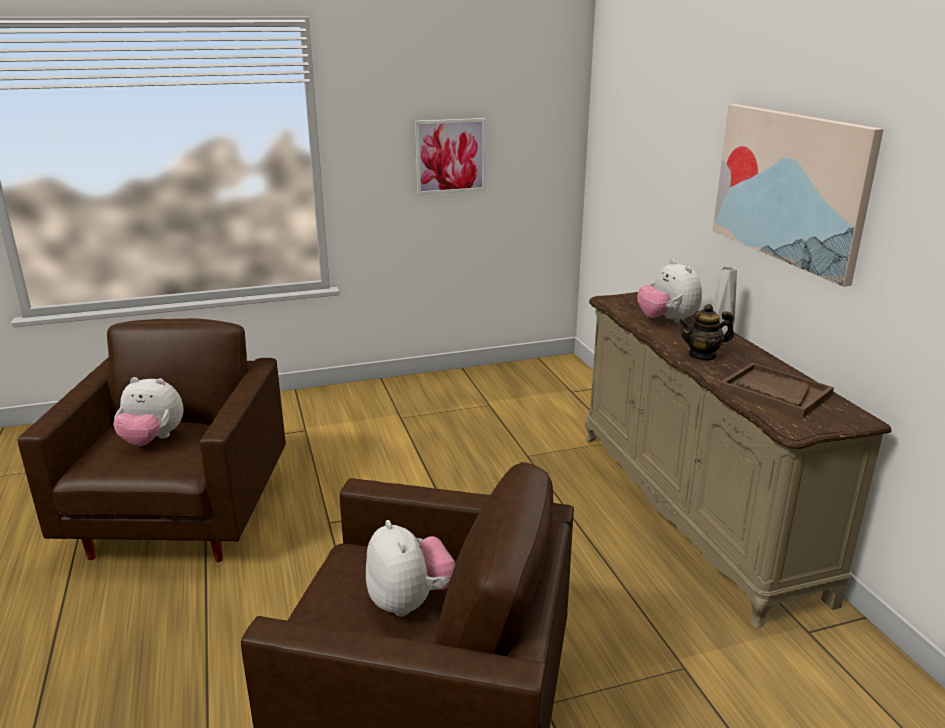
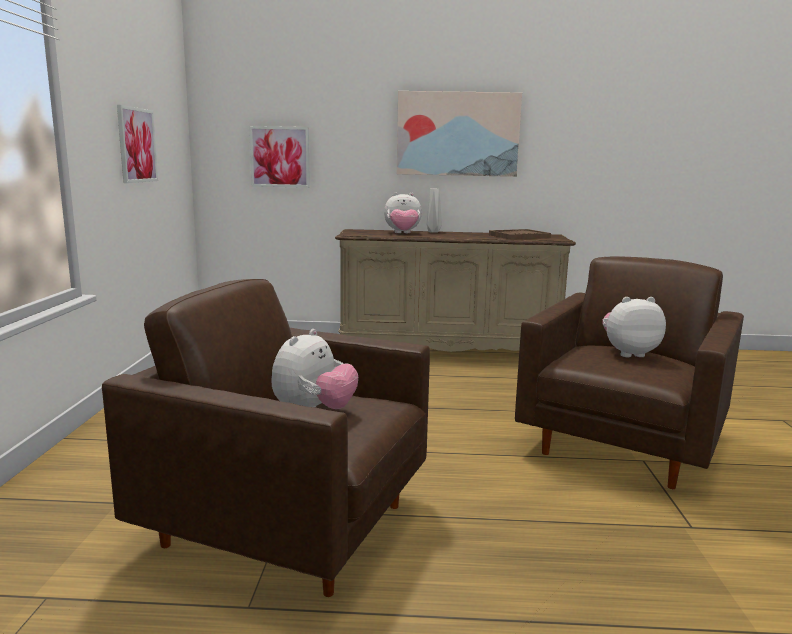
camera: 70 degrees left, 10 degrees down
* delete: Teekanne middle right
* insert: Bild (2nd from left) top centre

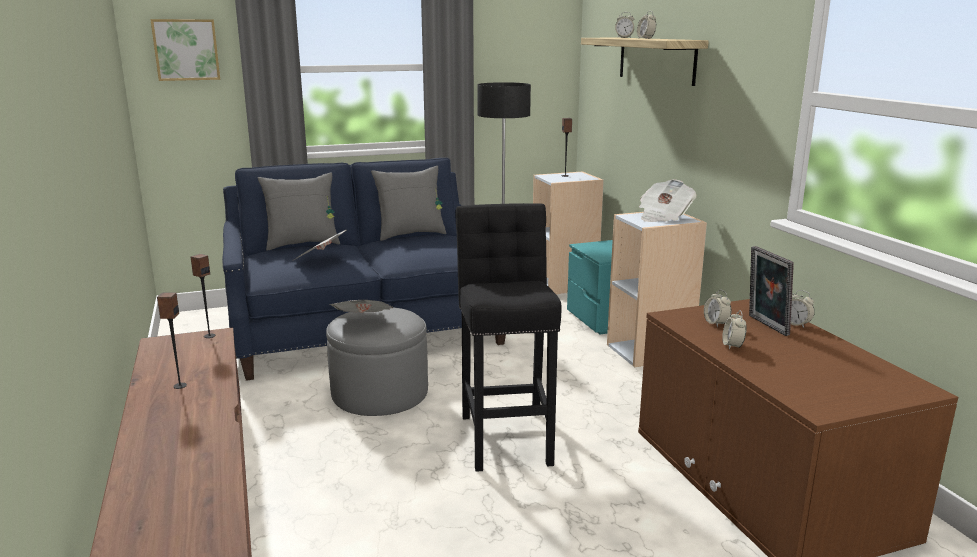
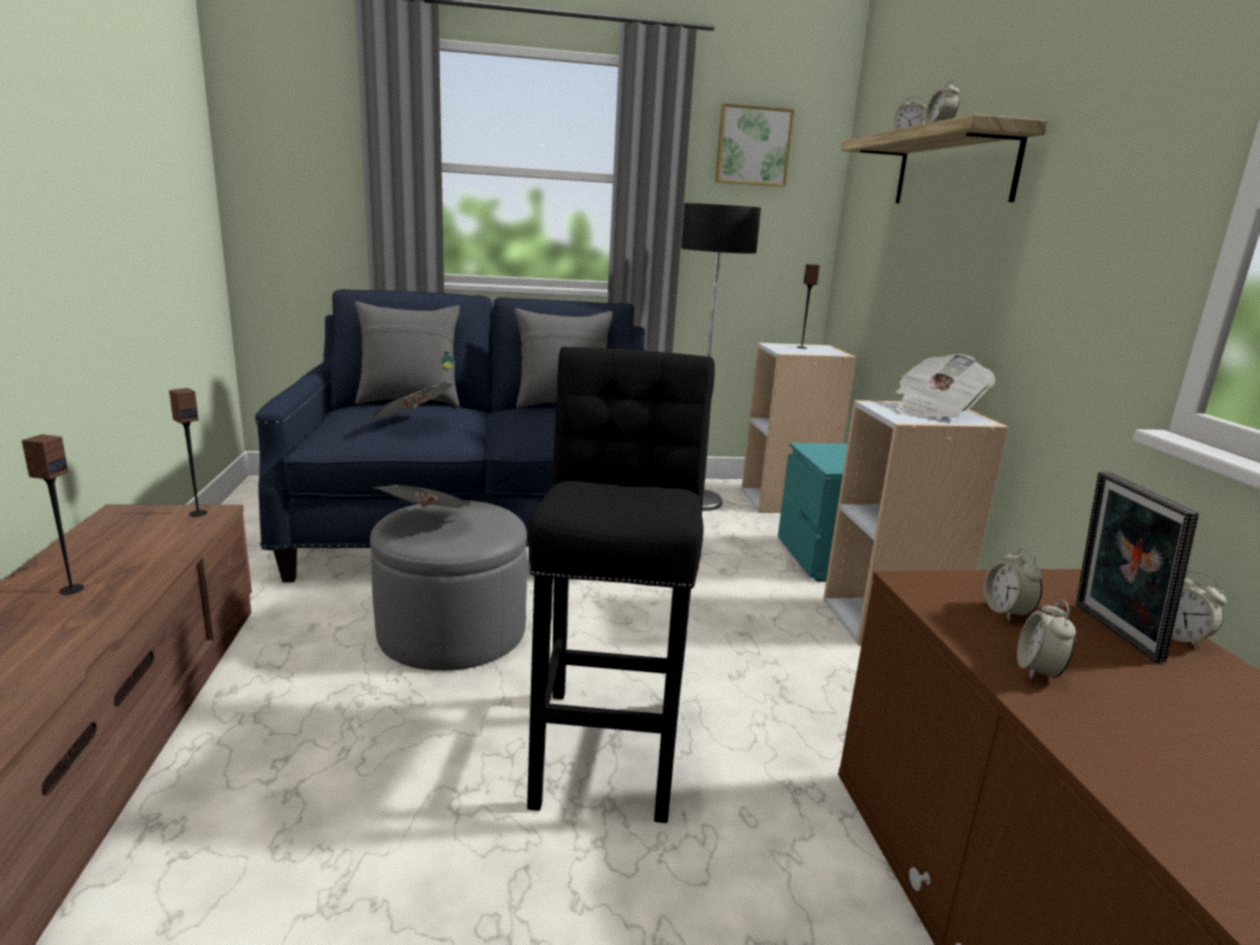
camera: 10 degrees right, 0 degrees up
* move: Bild top left to top centre

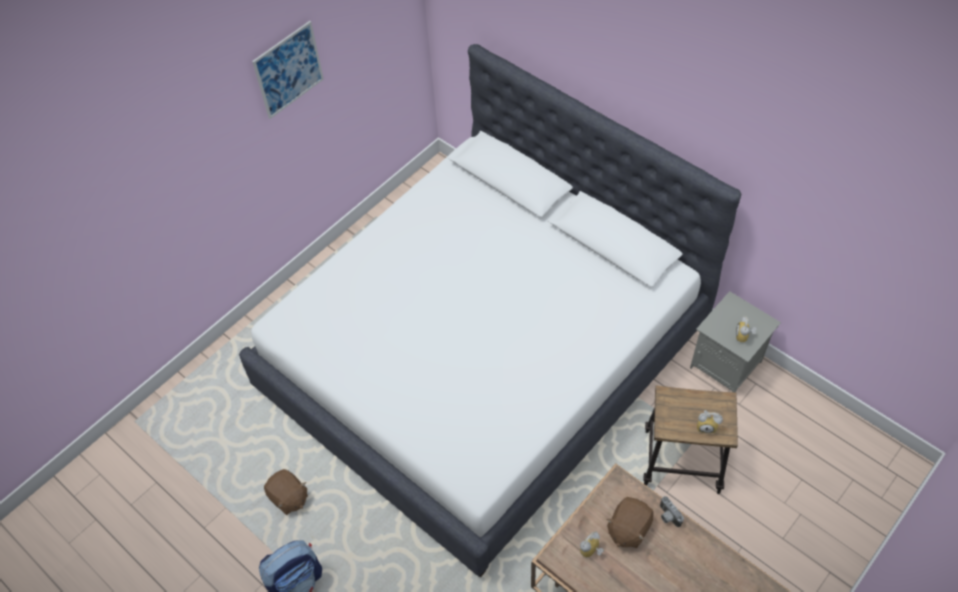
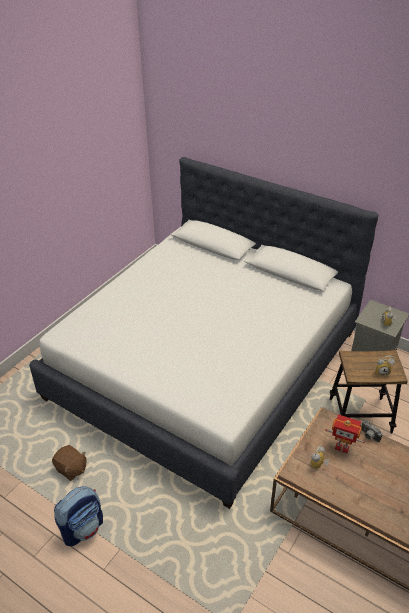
camera: 10 degrees left, 15 degrees down
* delete: Bild top left
* replace: Plüschtier/braun (2nd from left) bottom centre to Spielzeugroboter bottom right

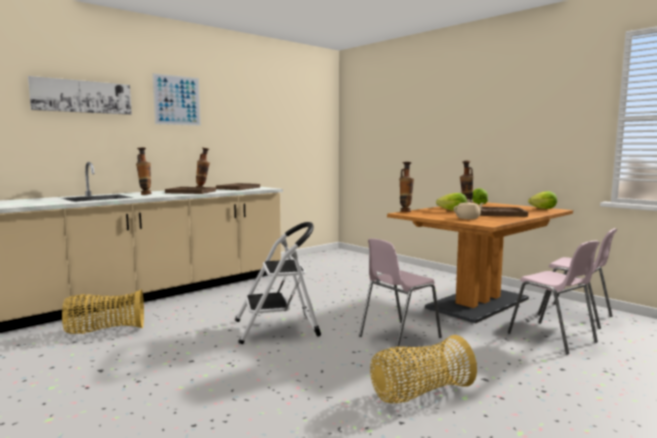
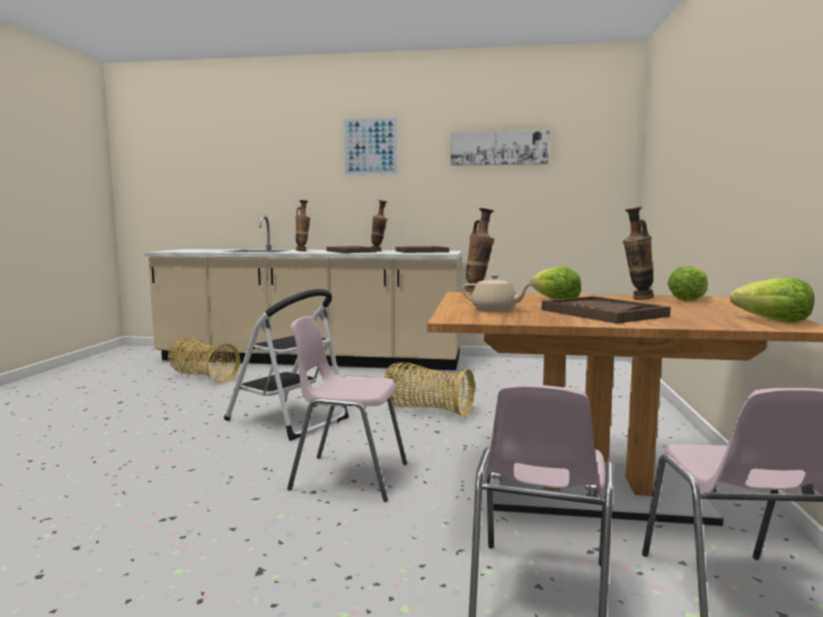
camera: 50 degrees right, 0 degrees up
* move: Bild (1st from left in the first image) top left to Bild (2nd from left) top centre
* move: Korb (2nd from left) bottom centre to centre

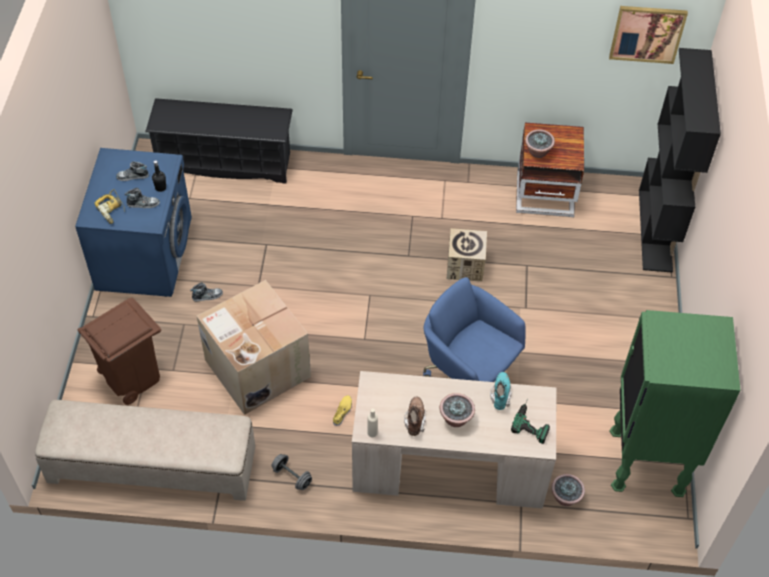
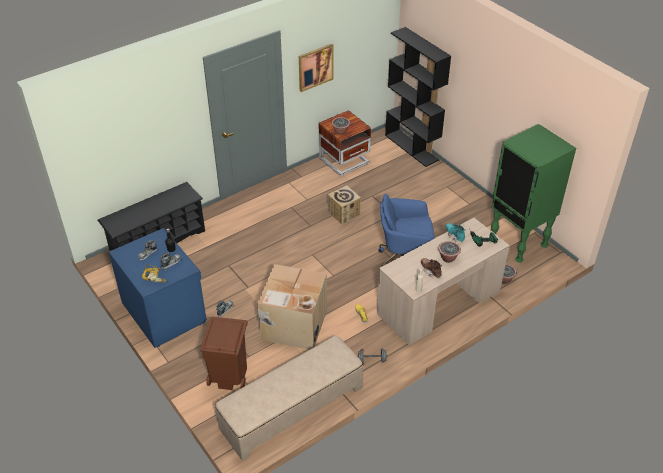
camera: 40 degrees left, 10 degrees down
* move: Bild top right to top centre

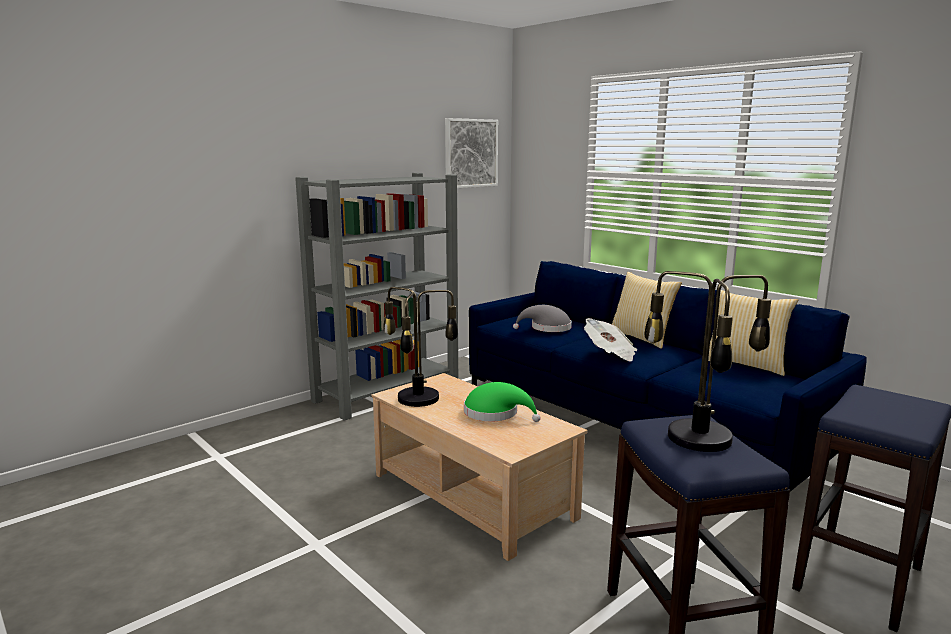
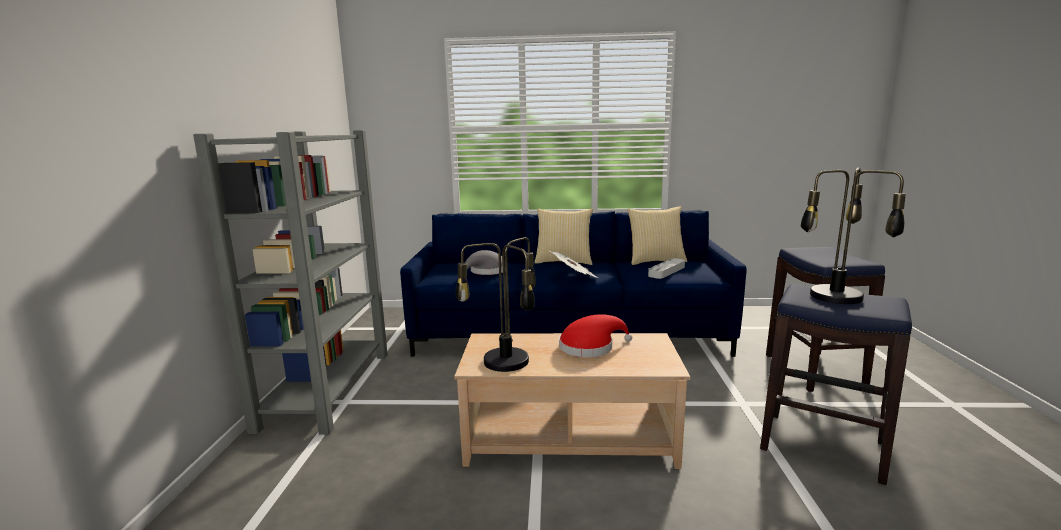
camera: 45 degrees left, 0 degrees up
* delete: Bild top centre
* insert: Tablett/grau centre
* recolor: Hut/grün centre to Hut/rot centre

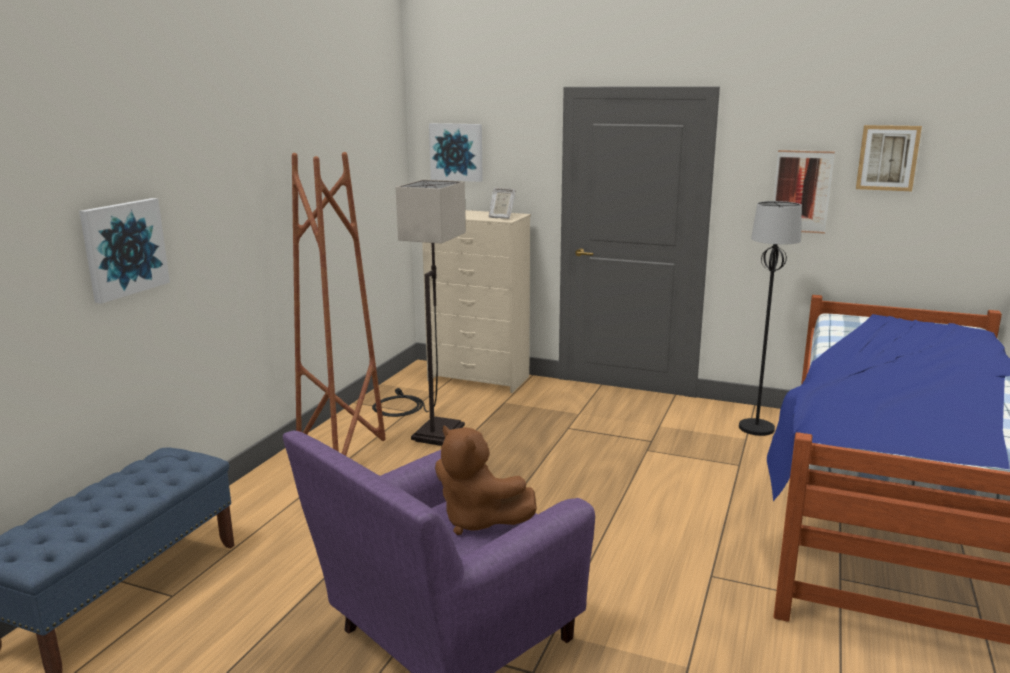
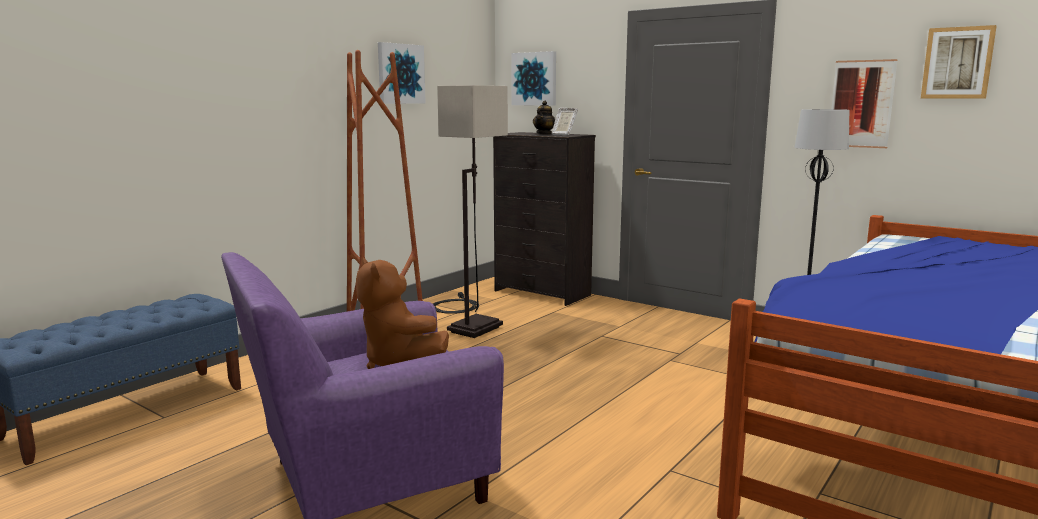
camera: 15 degrees right, 5 degrees down
* insert: Teekanne top centre
* move: Bild (1st from left) middle left to top centre
* recolor: Kommode/beige centre to Kommode/schwarz centre

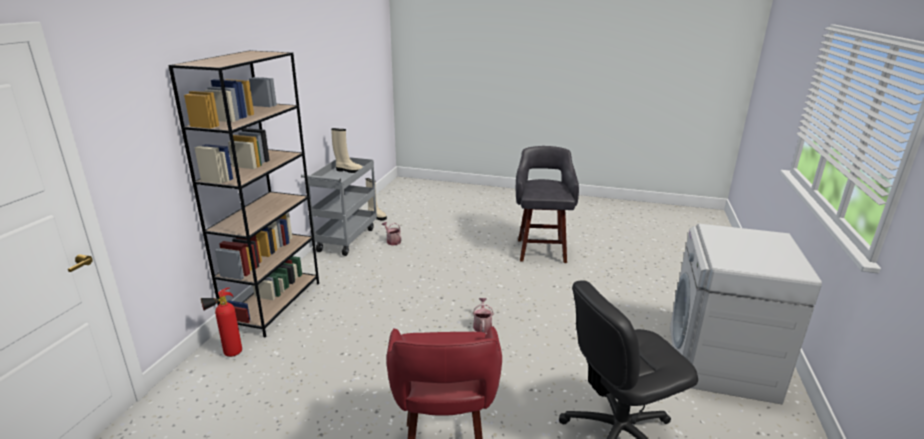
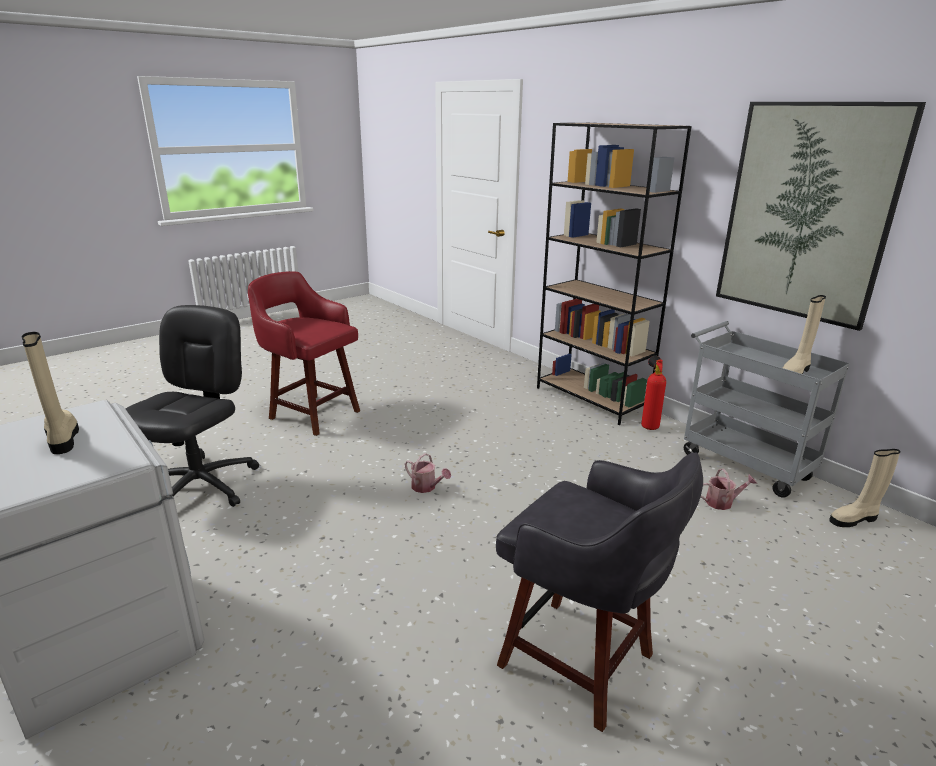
camera: 125 degrees right, 0 degrees up
* insert: Stiefel/beige (1st from left) middle left
* insert: Bild top right
* move: Feuerlöscher bottom left to middle right

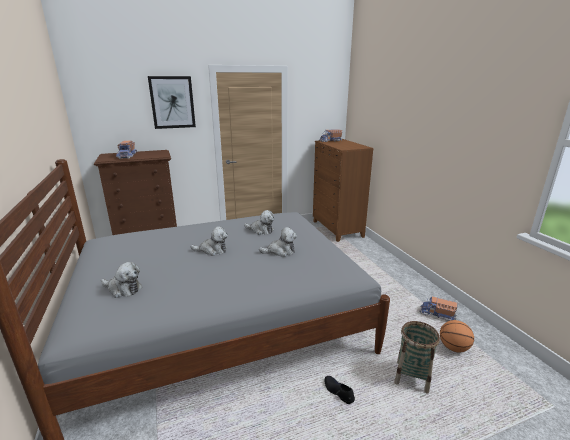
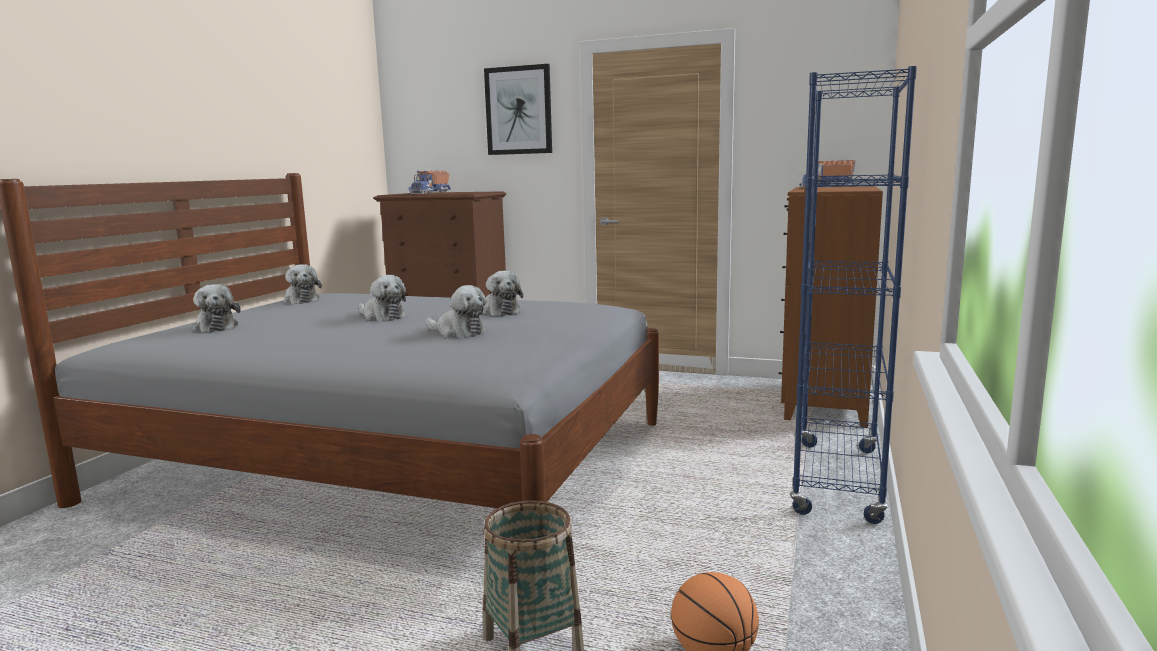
camera: 40 degrees right, 10 degrees down
* delete: Schuh/schwarz bottom centre
* delete: Spielzeuglaster (3rd from left) bottom right
* insert: Plüschtier (2nd from left) middle left
* insert: Bücherregal/blau middle right

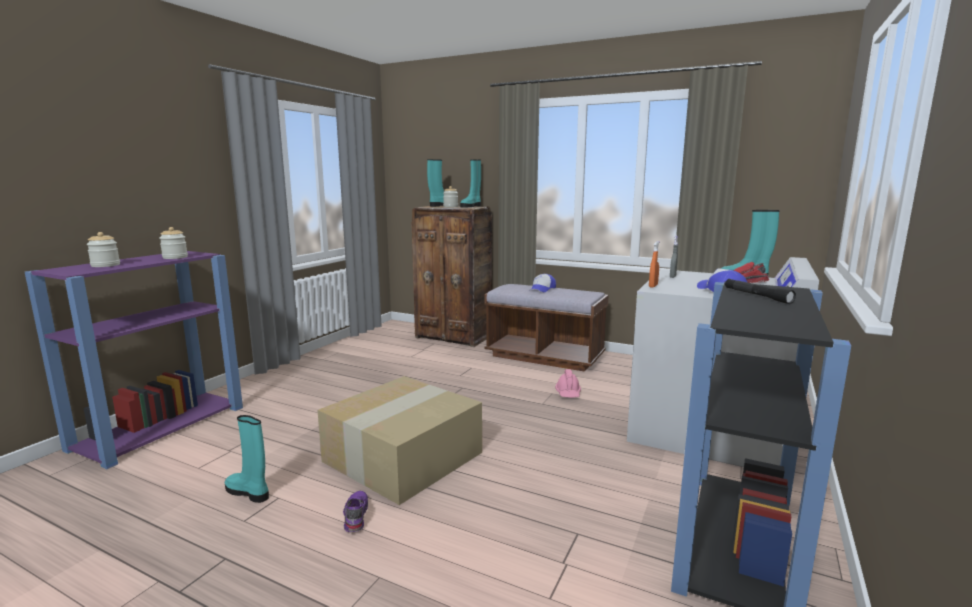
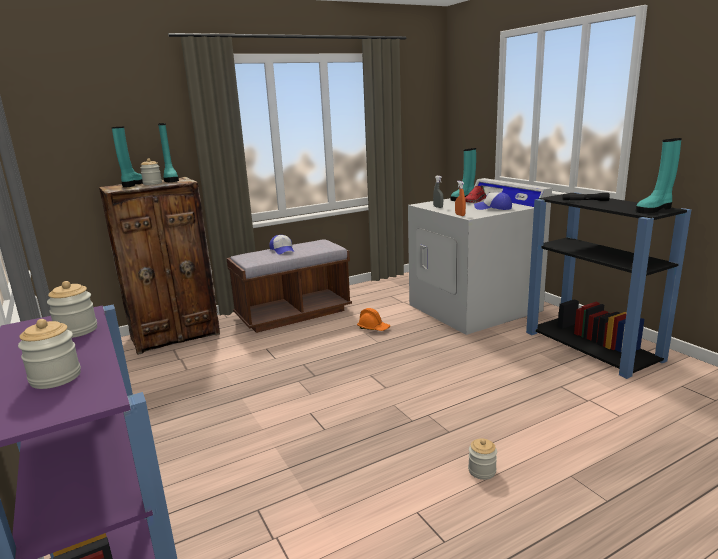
camera: 55 degrees left, 5 degrees up
* delete: Karton bottom centre
* move: Stiefel/türkis (1st from left in the first image) bottom left to Stiefel/türkis (4th from left) top right
* replace: Schuh/lila bottom centre to Vorratsglas (4th from left) bottom right
* recolor: Schutzhelm/rosa centre to Schutzhelm/orange centre

